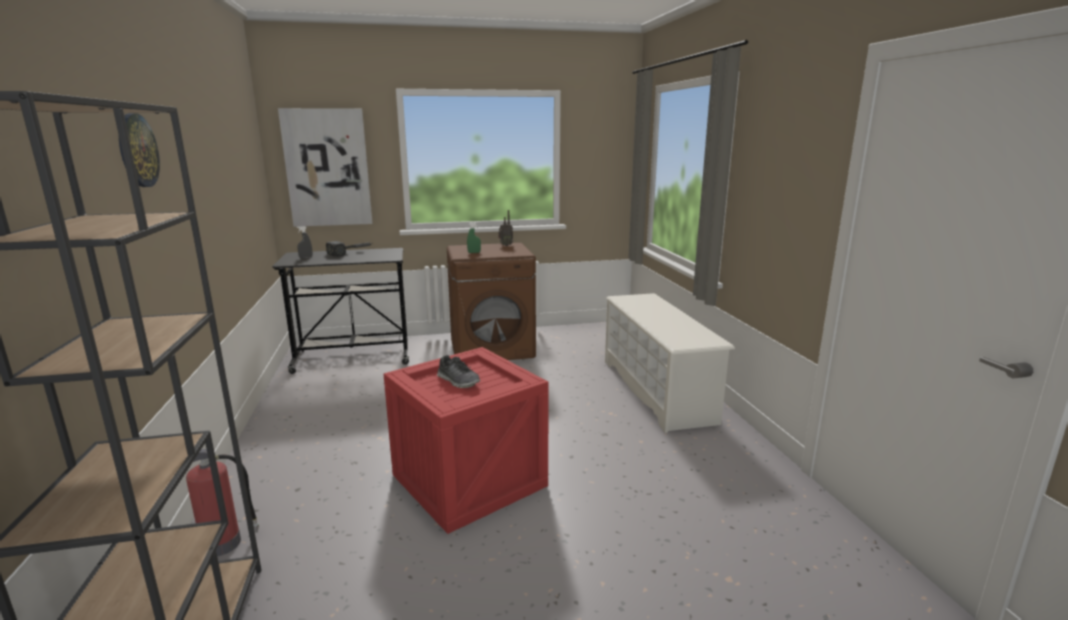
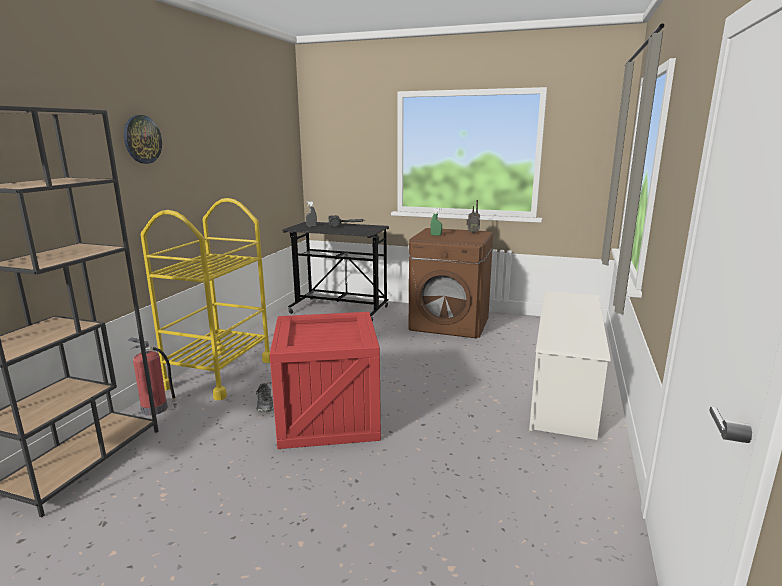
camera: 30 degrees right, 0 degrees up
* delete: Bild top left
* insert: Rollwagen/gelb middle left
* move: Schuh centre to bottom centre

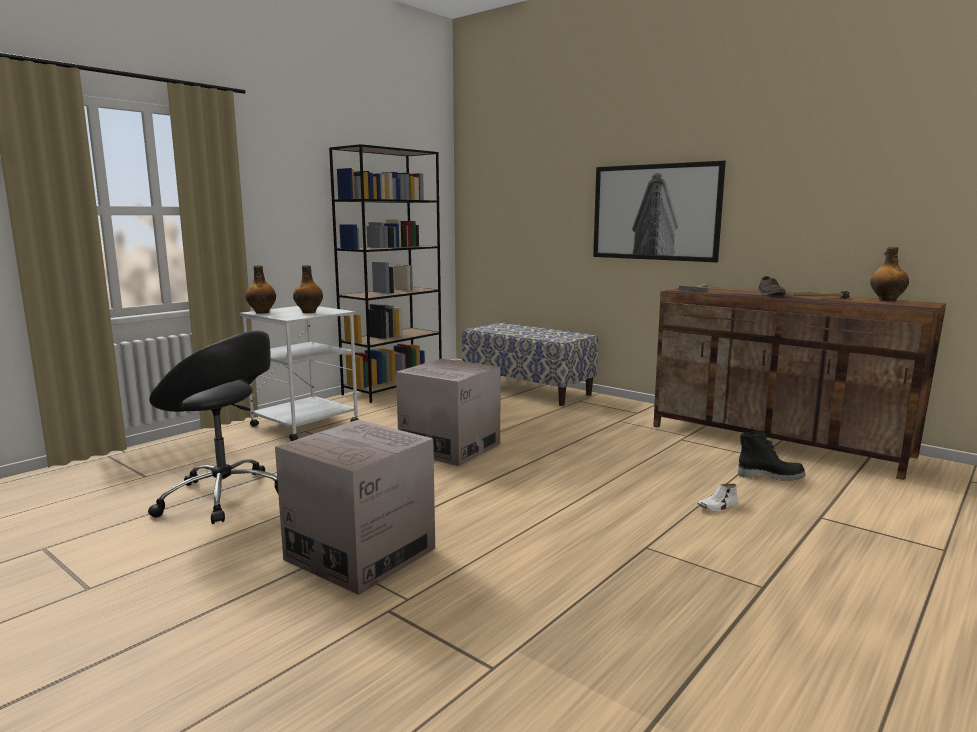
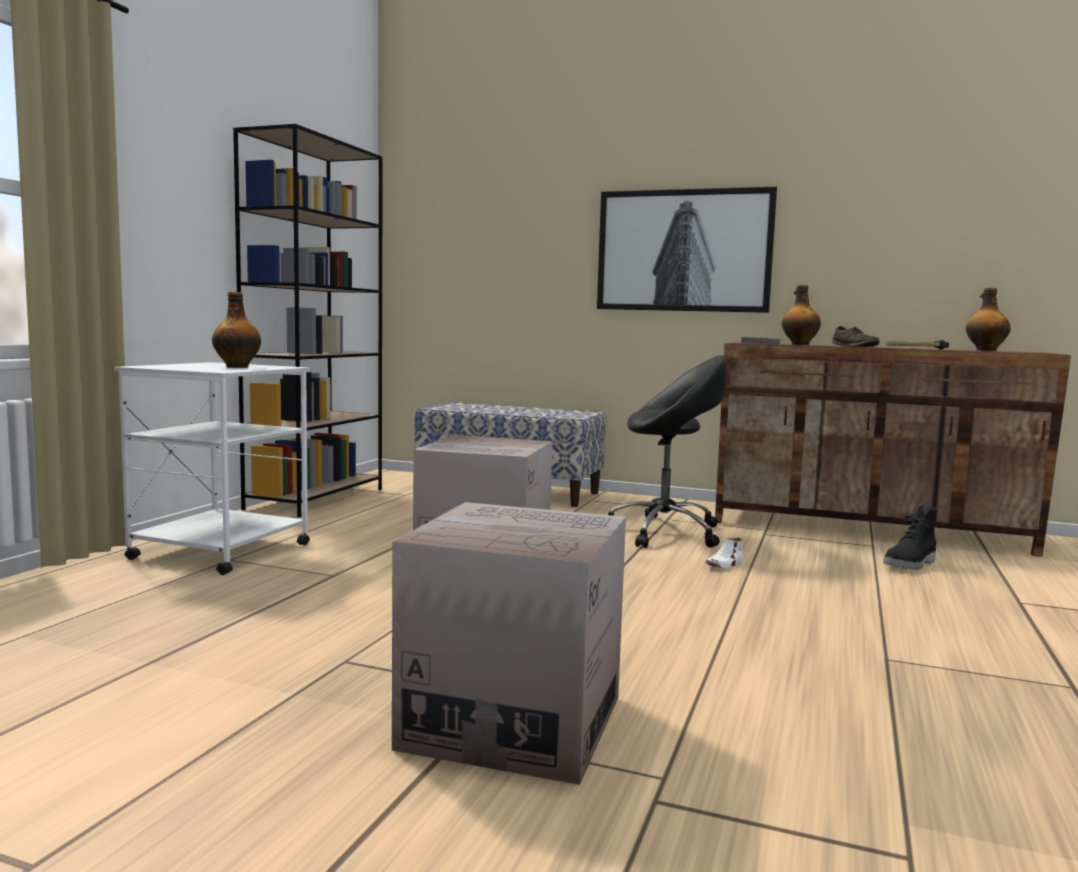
camera: 20 degrees left, 5 degrees down
* move: Bürostuhl/schwarz middle left to centre
* move: Flasche (1st from left in the first image) middle left to Flasche (2nd from left) middle right
* move: Schuh/weiß bottom right to middle right
* rotate: Stiefel/schwarz middle right = middle right 150 degrees clockwise

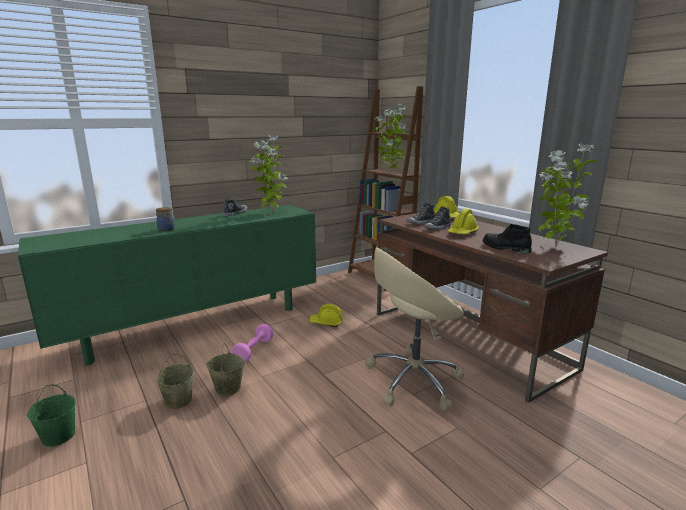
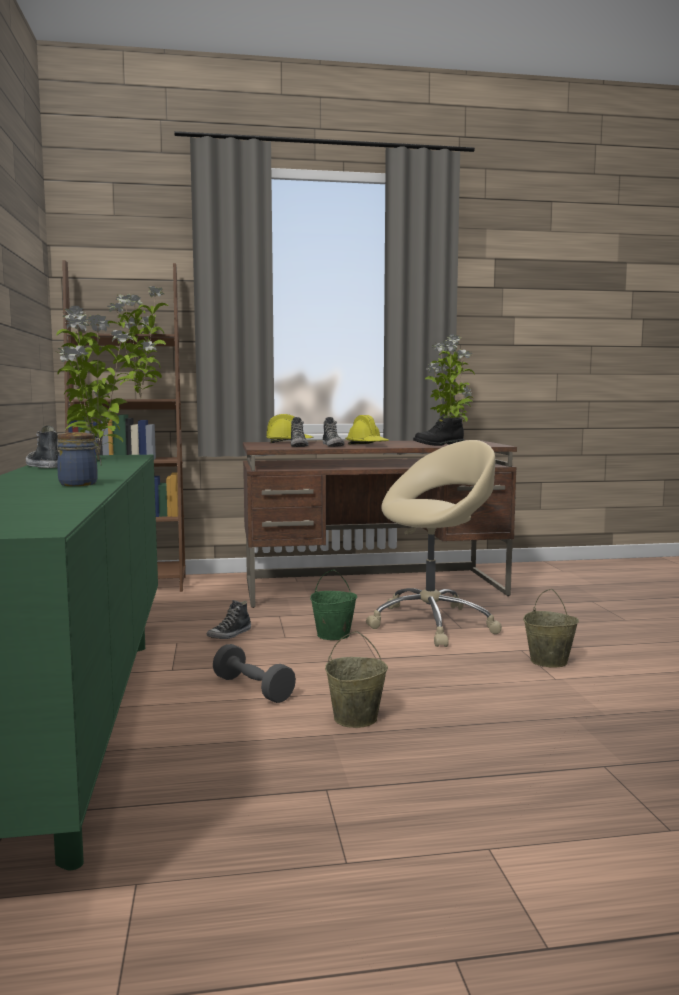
camera: 65 degrees left, 10 degrees down
* move: Eimer/grün bottom left to centre
* move: Eimer/beige (1st from left in the first image) bottom left to Eimer/beige (2nd from left) middle right
* replace: Schutzhelm/gelb (1st from left) centre to Schuh (2nd from left) centre
* recolor: Hantel/rosa bottom centre to Hantel/grau bottom centre
* rotate: Bürostuhl/beige centre = centre 120 degrees counterclockwise

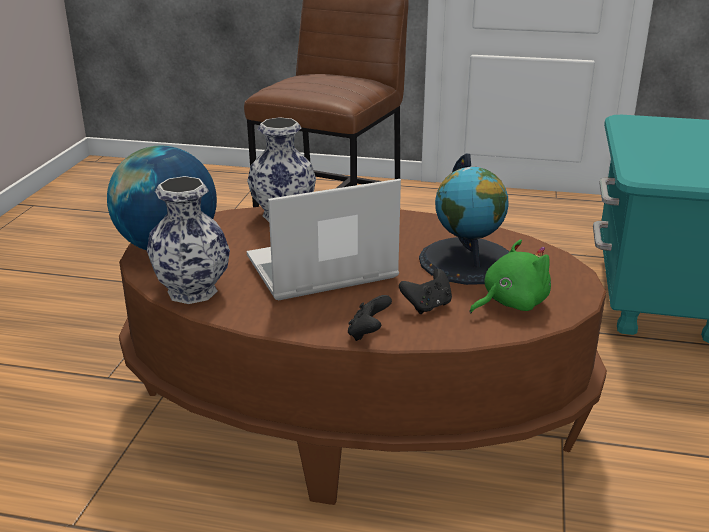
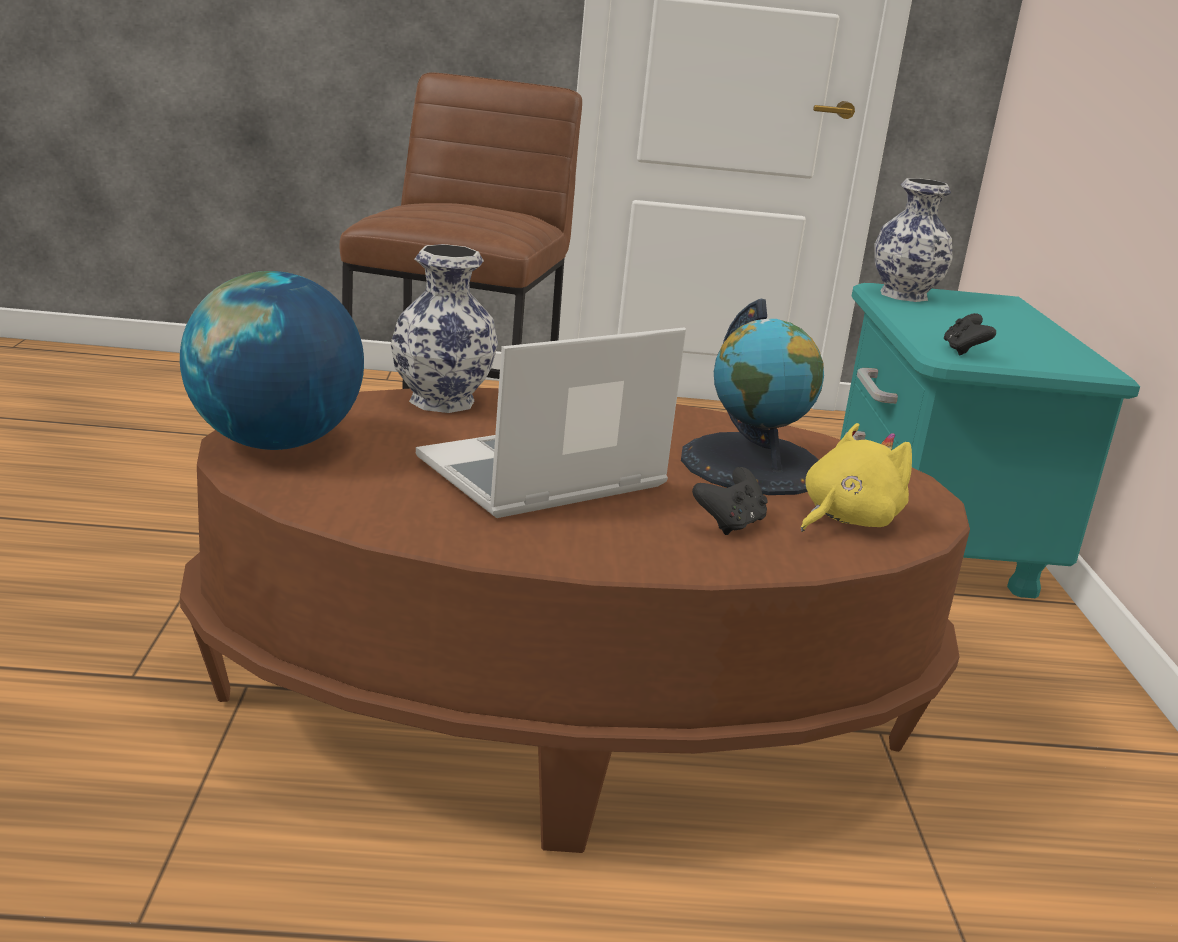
camera: 15 degrees left, 5 degrees down
* move: Vase (1st from left in the first image) middle left to Vase (2nd from left) top right
* move: Gamepad/schwarz (1st from left in the first image) centre to Gamepad/schwarz (2nd from left) middle right
* recolor: Plüschtier/grün middle right to Plüschtier/gelb middle right

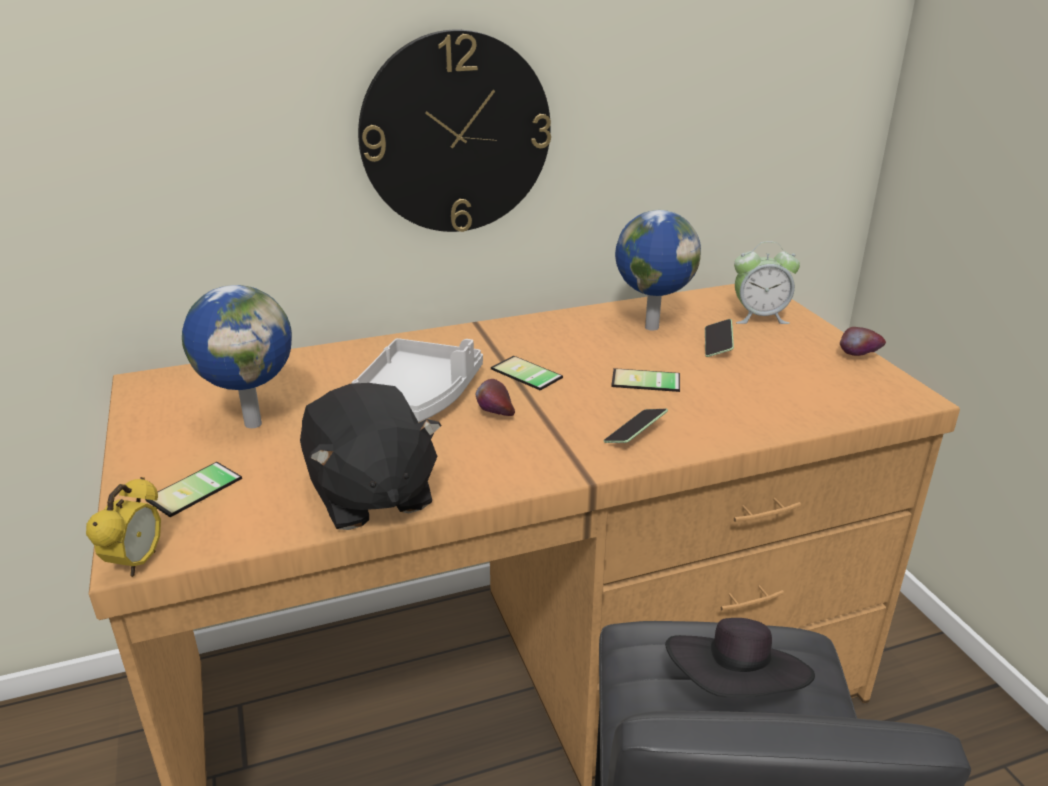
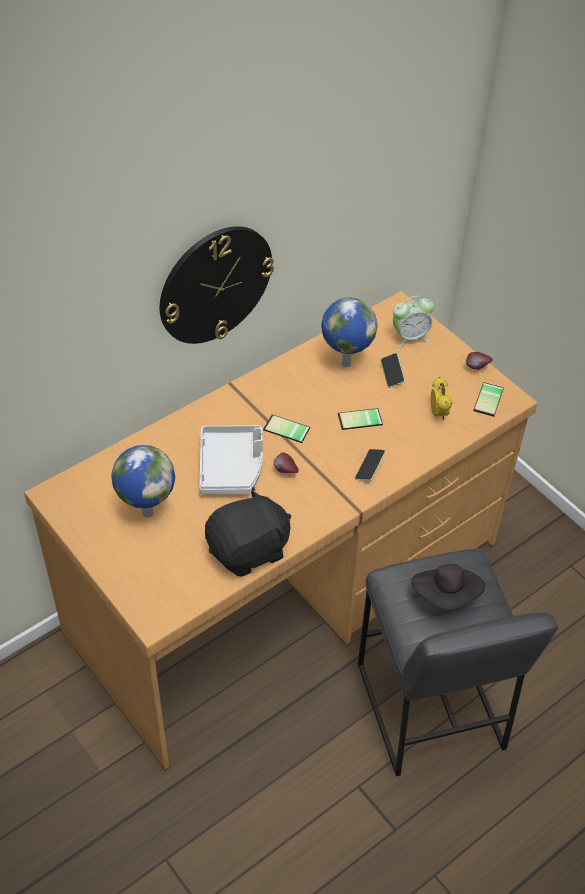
camera: 20 degrees left, 20 degrees up
* move: Wecker (1st from left in the first image) bottom left to Wecker (2nd from left) middle right
* move: Handy (1st from left in the first image) middle left to Handy (5th from left) middle right
* rotate: Plüschtier/schwarz centre = centre 75 degrees counterclockwise

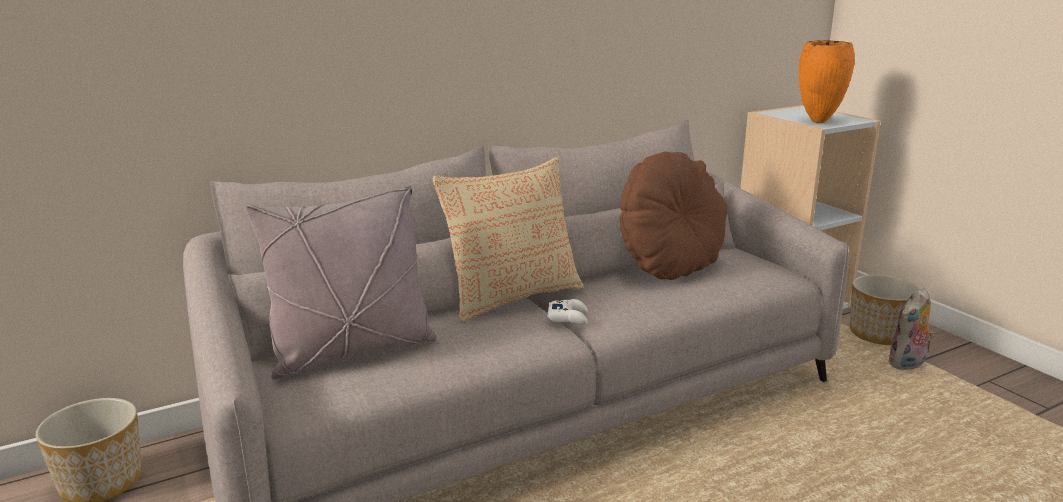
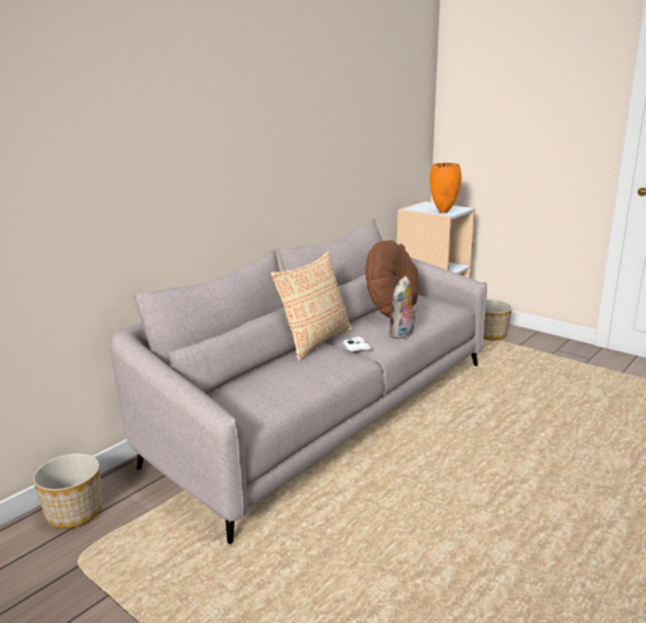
camera: 20 degrees left, 0 degrees up
* delete: Kissen/lila middle left
* move: Plüschtier middle right to centre

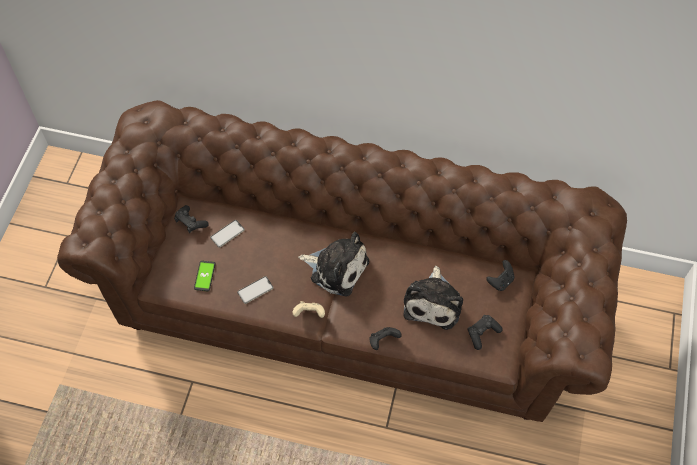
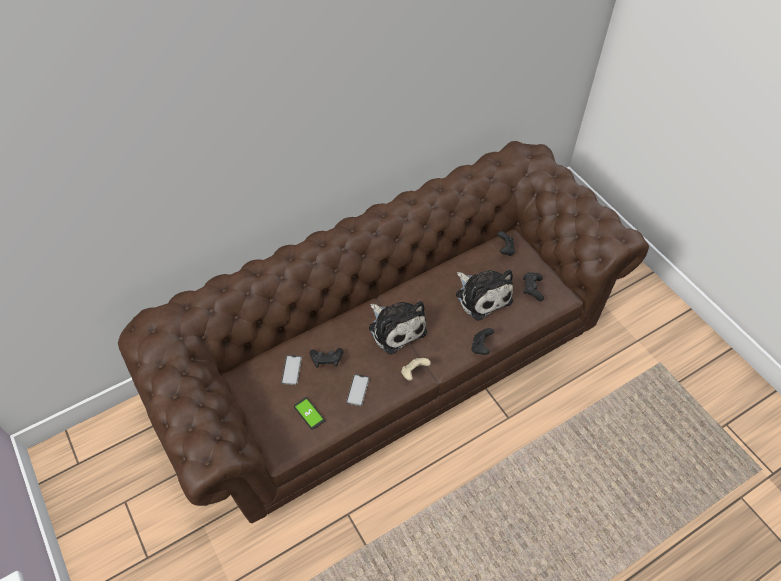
camera: 45 degrees left, 5 degrees down
* move: Gamepad/schwarz (1st from left) middle left to centre
* rotate: Plüschtier (1st from left) centre = centre 75 degrees clockwise

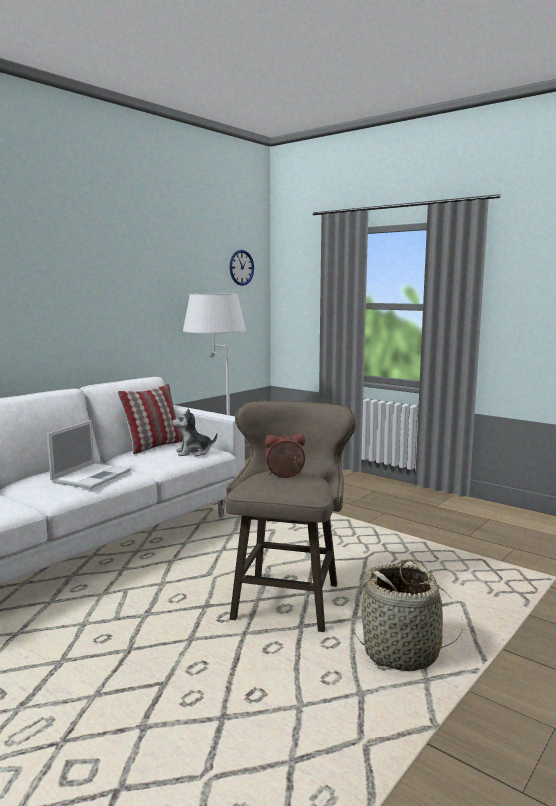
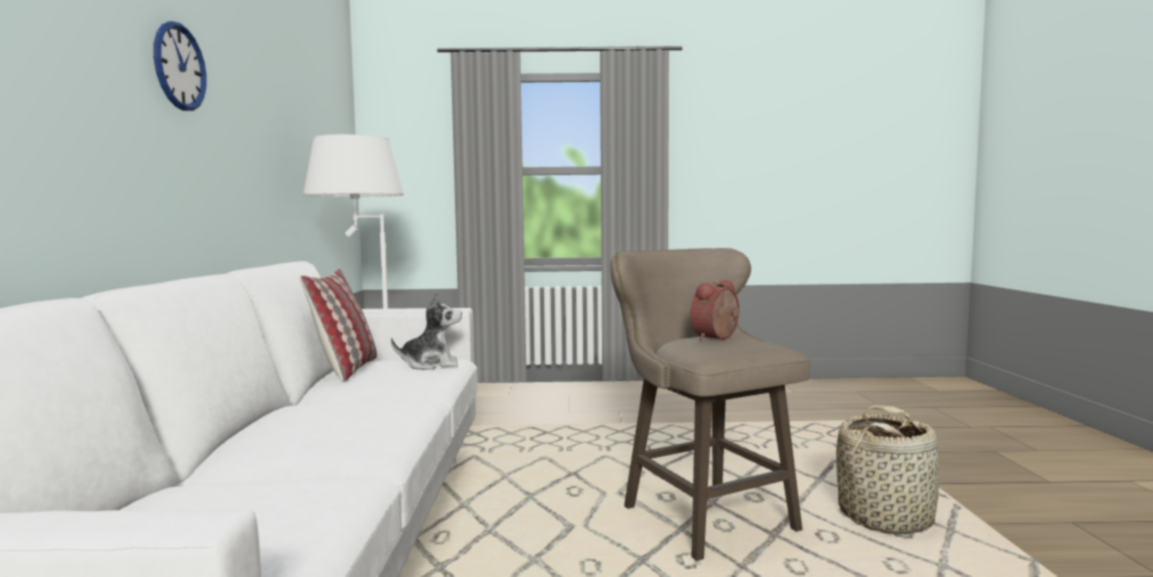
camera: 40 degrees left, 5 degrees down
* delete: Laptop middle left
* move: Wanduhr top centre to top left
* rotate: Plüschtier centre = centre 135 degrees counterclockwise

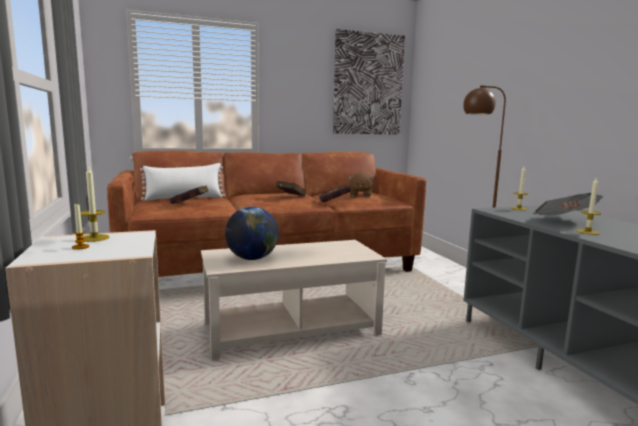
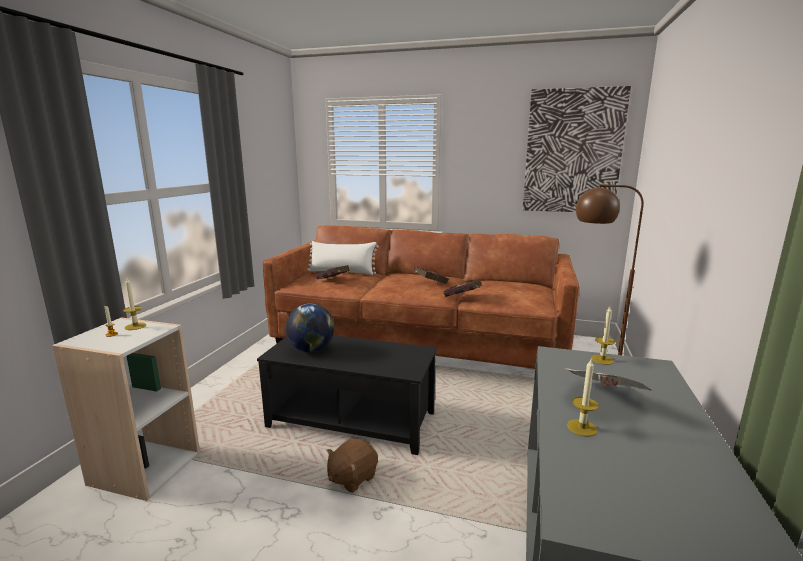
camera: 35 degrees right, 5 degrees up
* move: Plüschtier/braun centre to bottom centre
* recolor: Couchtisch/beige bottom centre to Couchtisch/schwarz bottom centre

